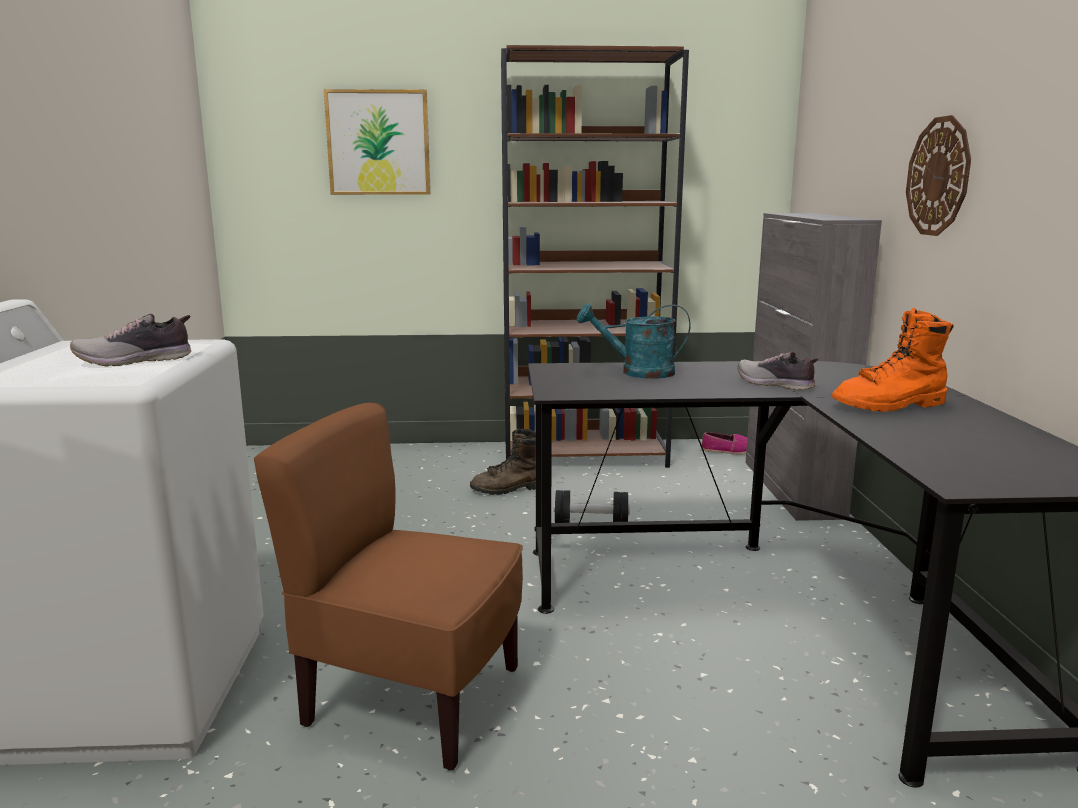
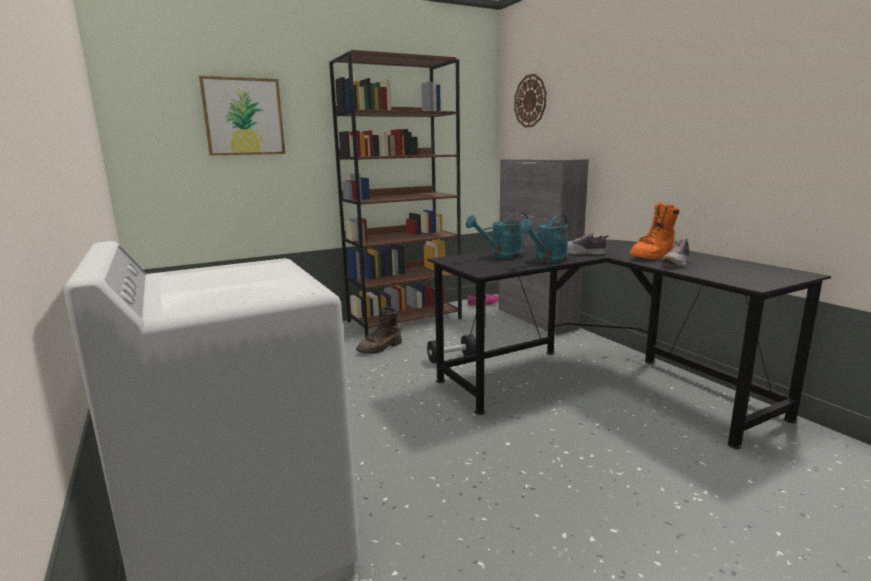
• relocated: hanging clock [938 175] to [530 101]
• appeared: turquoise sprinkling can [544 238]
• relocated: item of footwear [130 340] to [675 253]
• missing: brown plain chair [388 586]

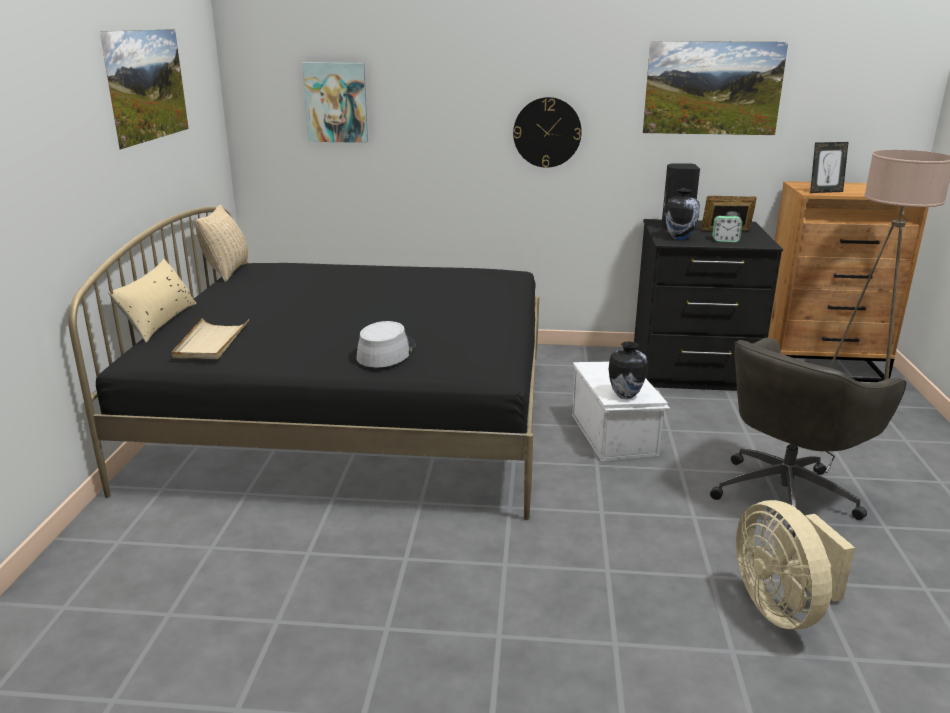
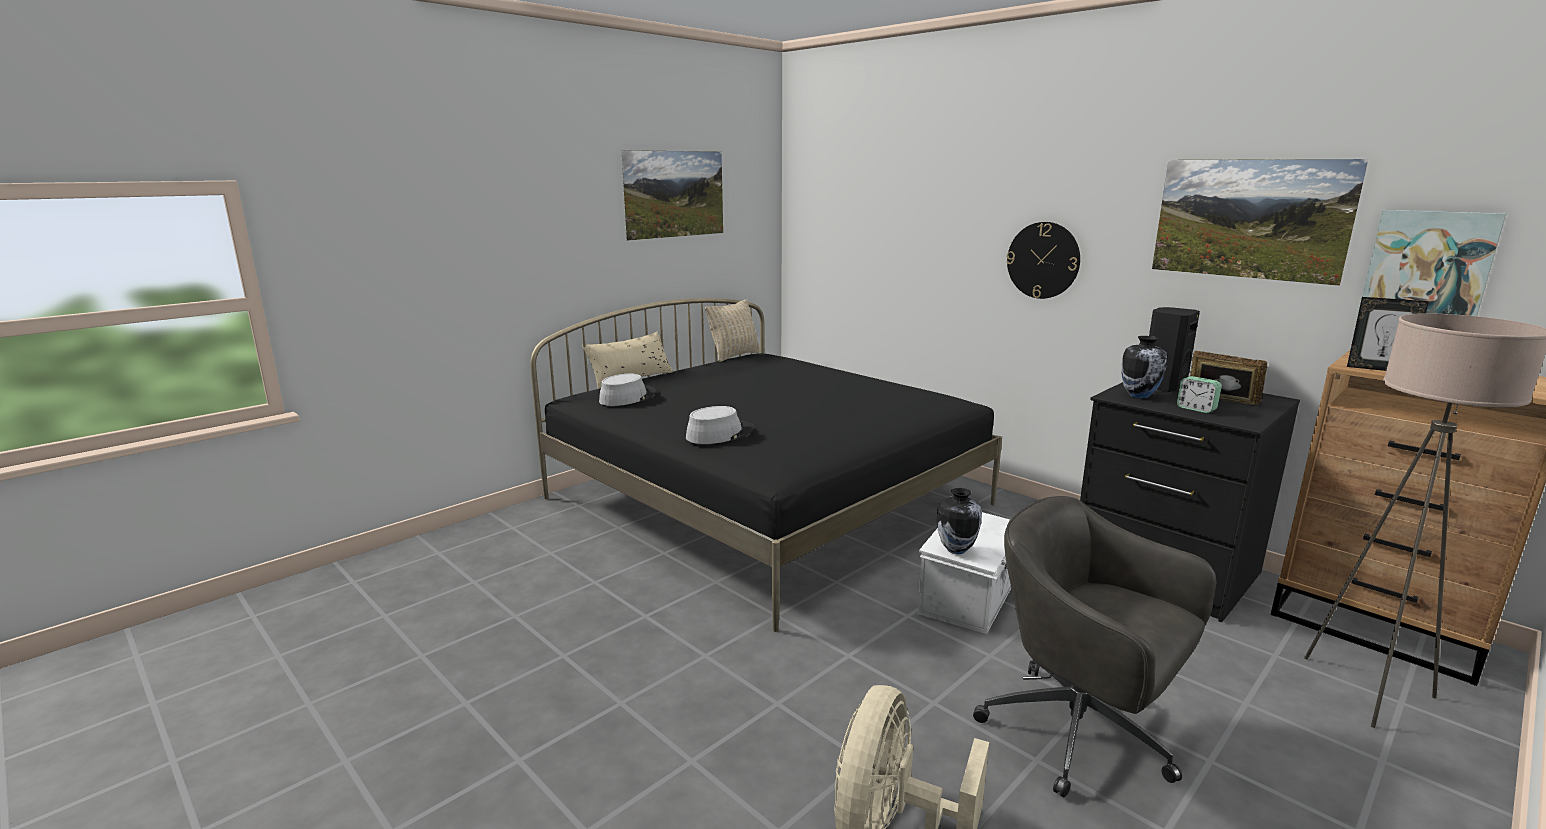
• exchanged: beige carrying tray [210 338] to greyish hat [627 390]
• spun: greyish office chair [808 438] = [1094 647] 45 degrees clockwise
• relocated: wall art [335 102] to [1431 265]

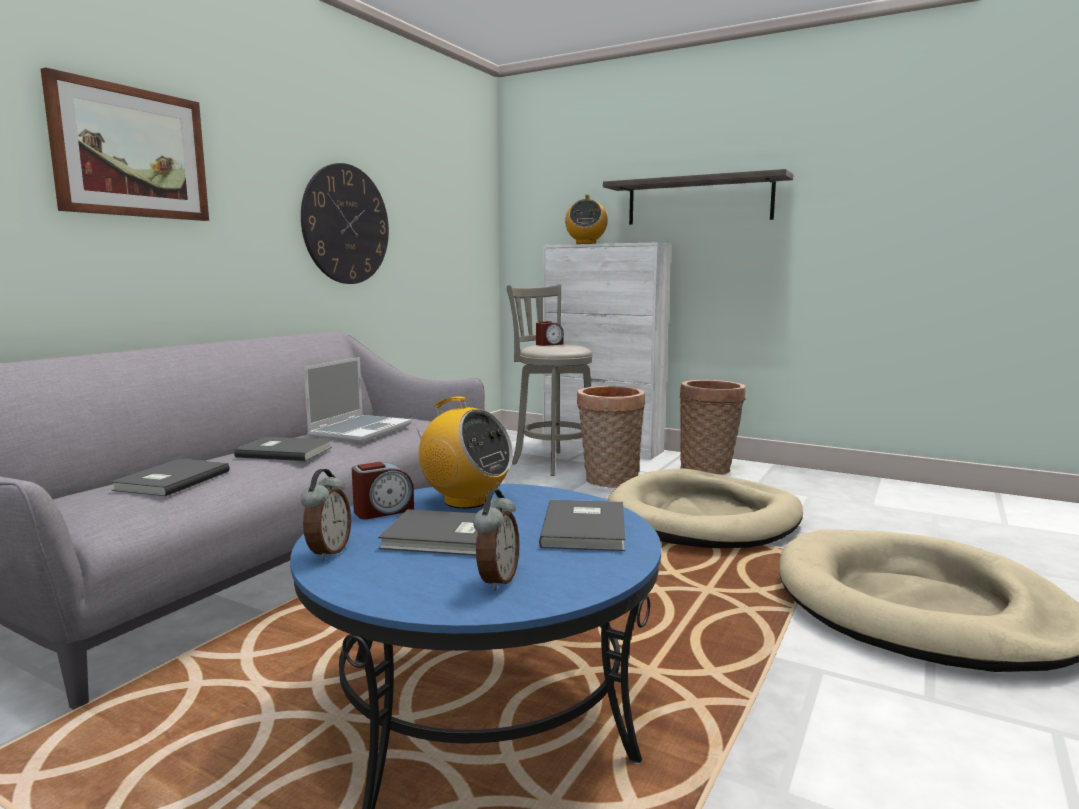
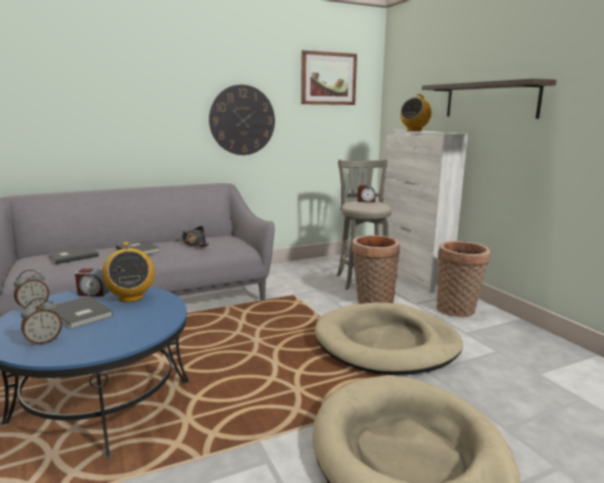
• exchanged: portable computer [357 399] to blackish hat [195 236]
• relocated: wall art [125 144] to [329 77]
• missing: greyish volume [582 525]

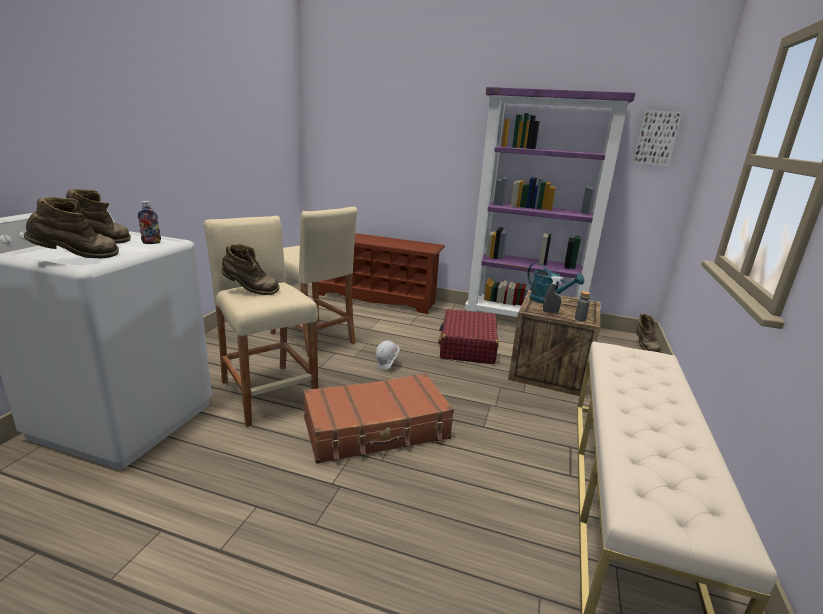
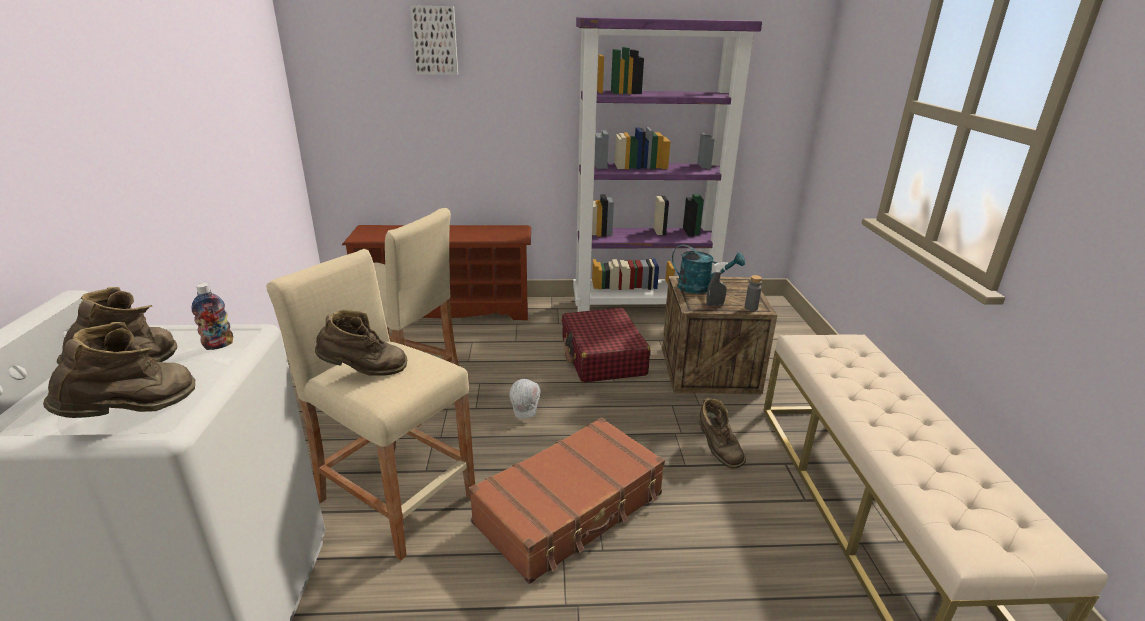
• relocated: wall art [657 138] to [434 40]
• relocated: brown boot [649 333] to [722 433]

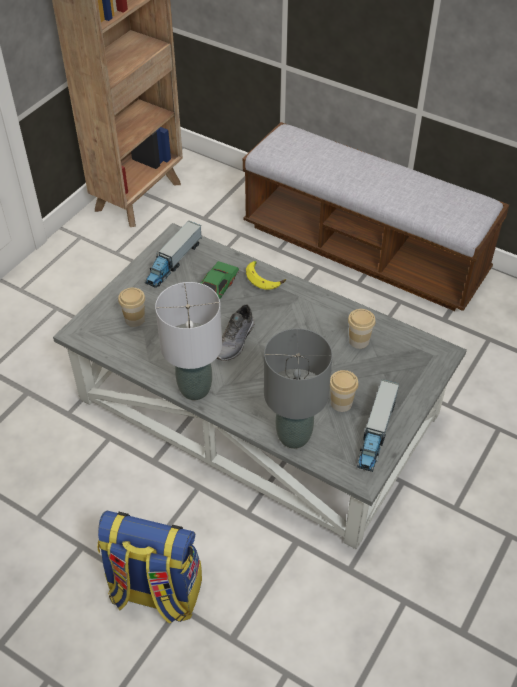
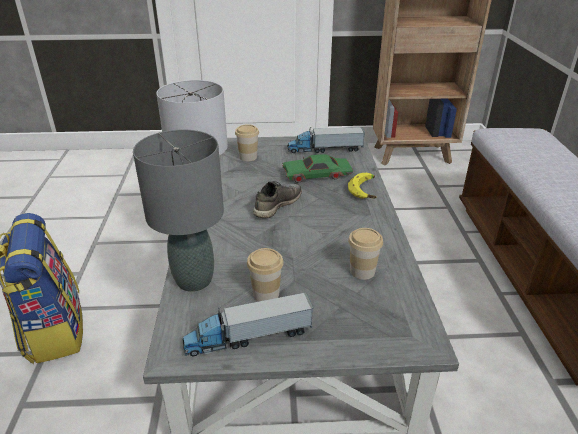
• spun: greyish item of footwear [235 332] = [277 199] 135 degrees clockwise

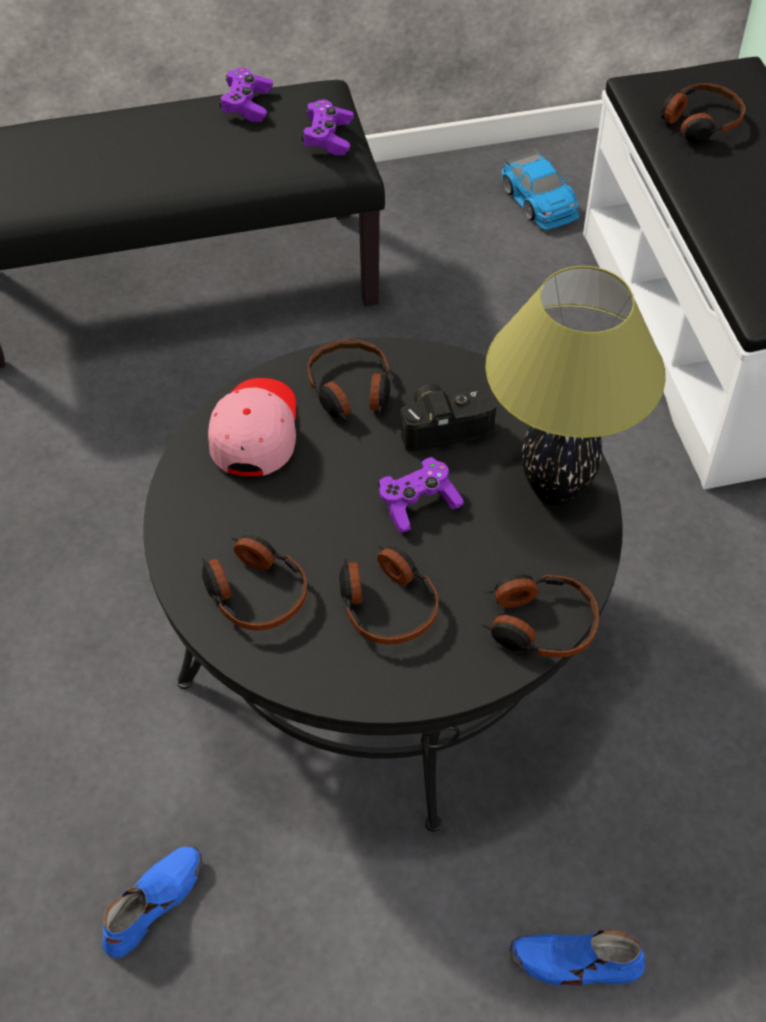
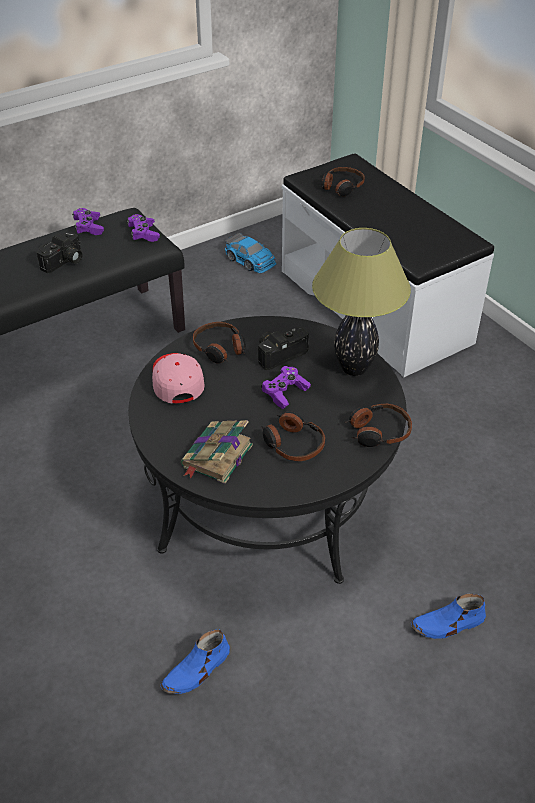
• appeared: photo camera [59 252]
• spun: blue item of footwear [152 902] = [195 662] 150 degrees counterclockwise
• exchanged: headset [254 583] to volume [217 452]

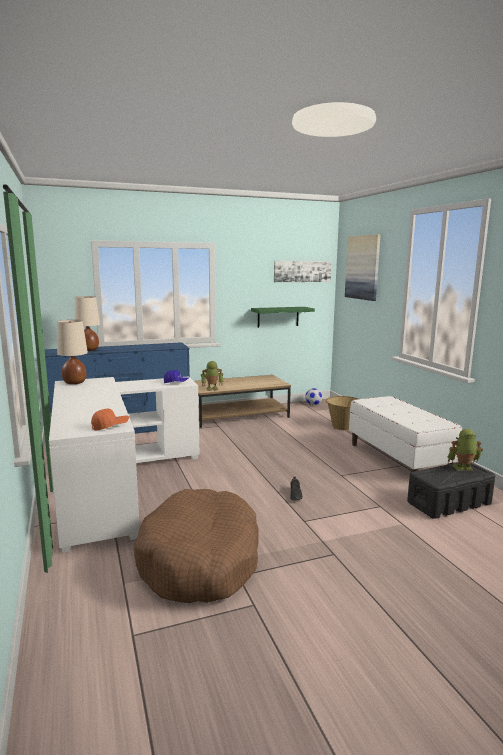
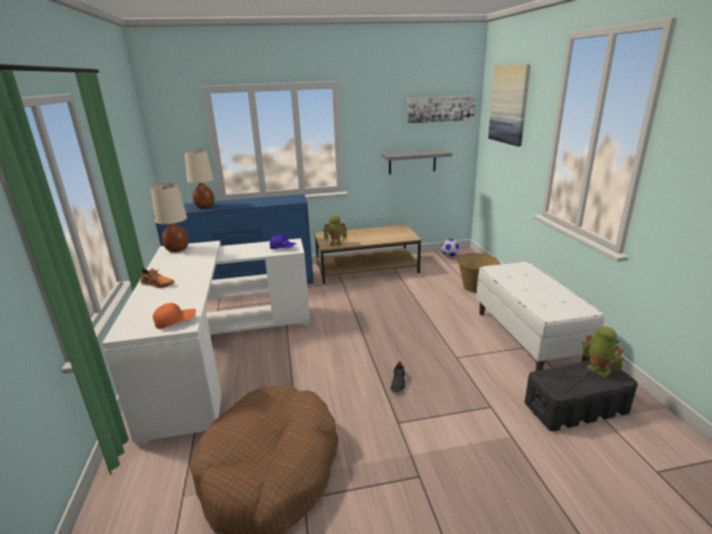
• appeared: orangey item of footwear [158 278]
• colour: green bracket shelf [283 317] to greyish bracket shelf [416 161]
• spun: model robot [465 449] = [603 352] 45 degrees clockwise

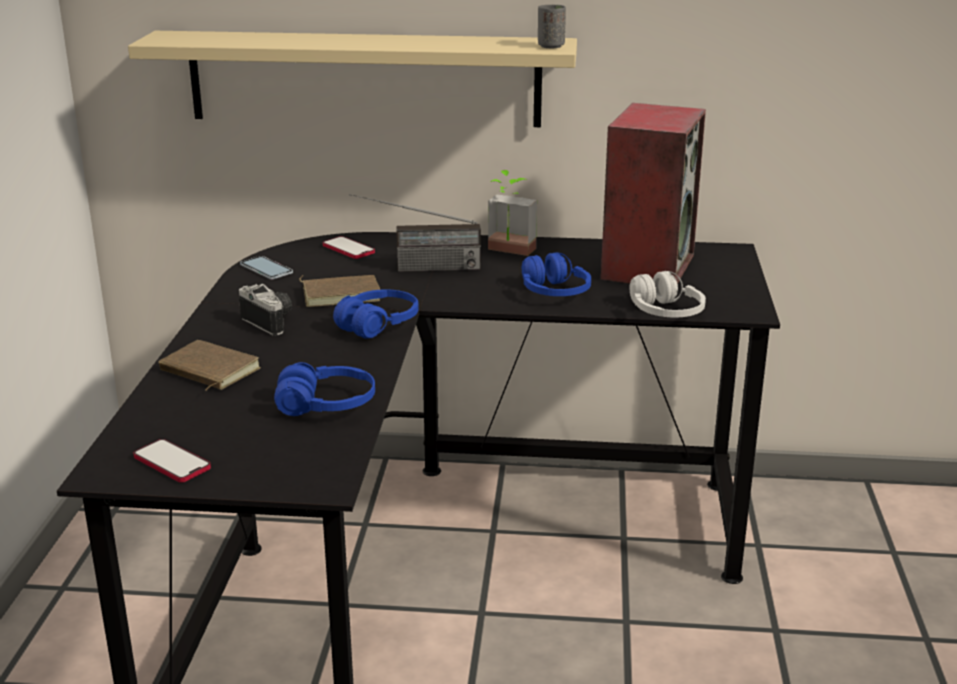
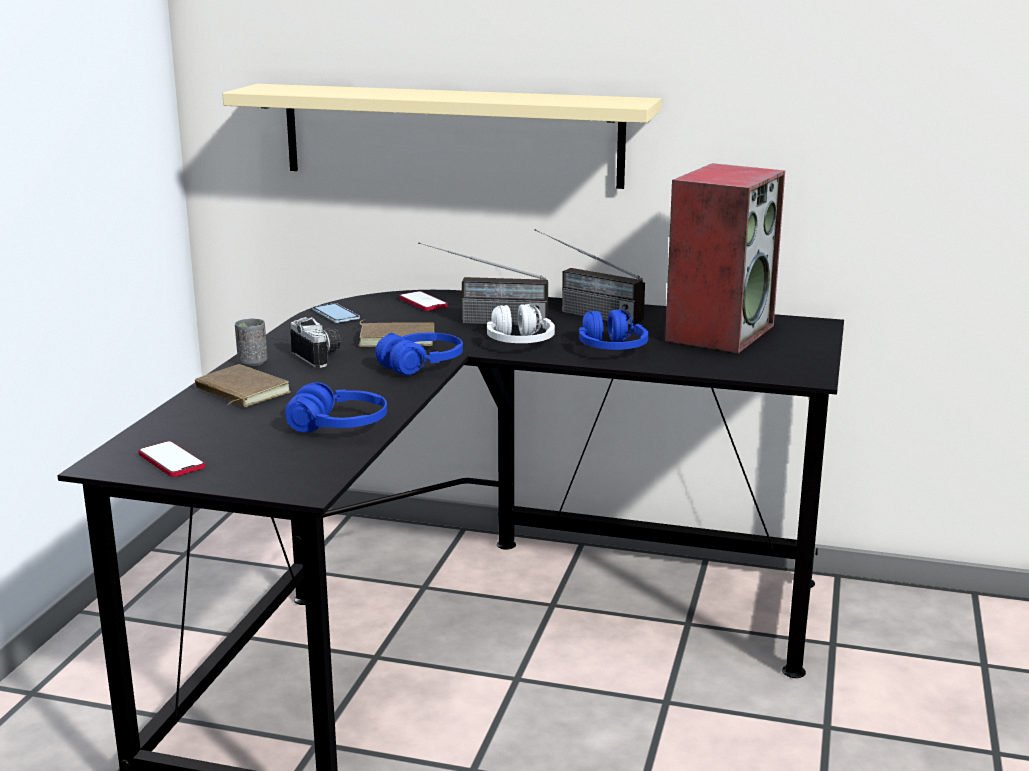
• relocated: greyish small cup [552 26] to [251 342]
• relocated: white-coloured headset [668 294] to [521 323]
• exchanged: houseplant [512 213] to radio receiver [589 277]

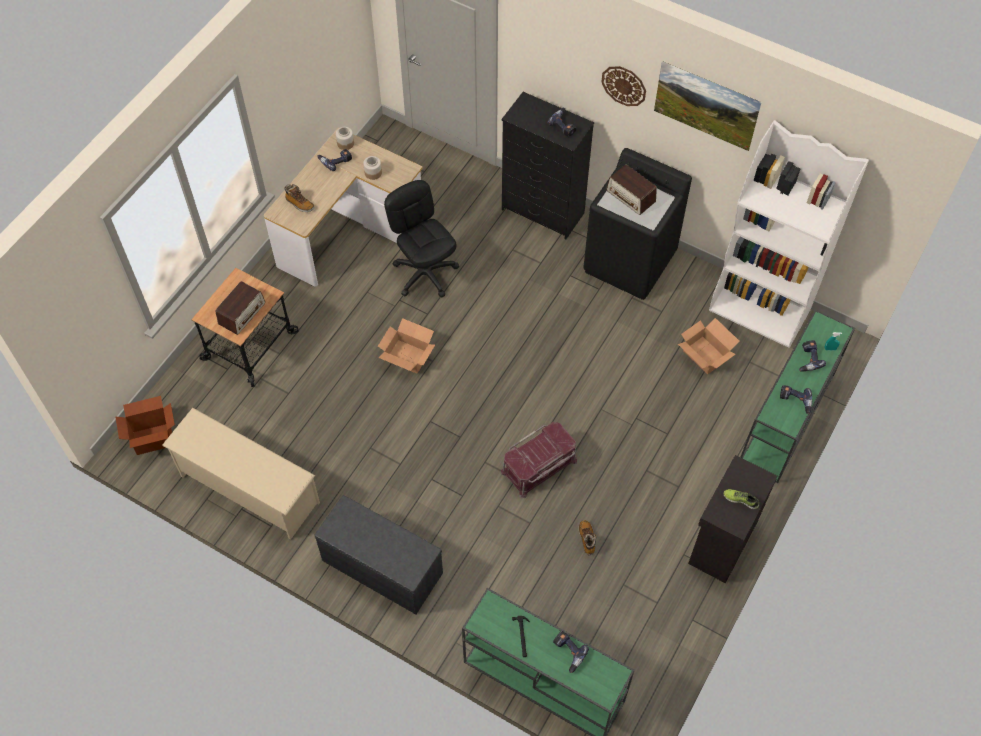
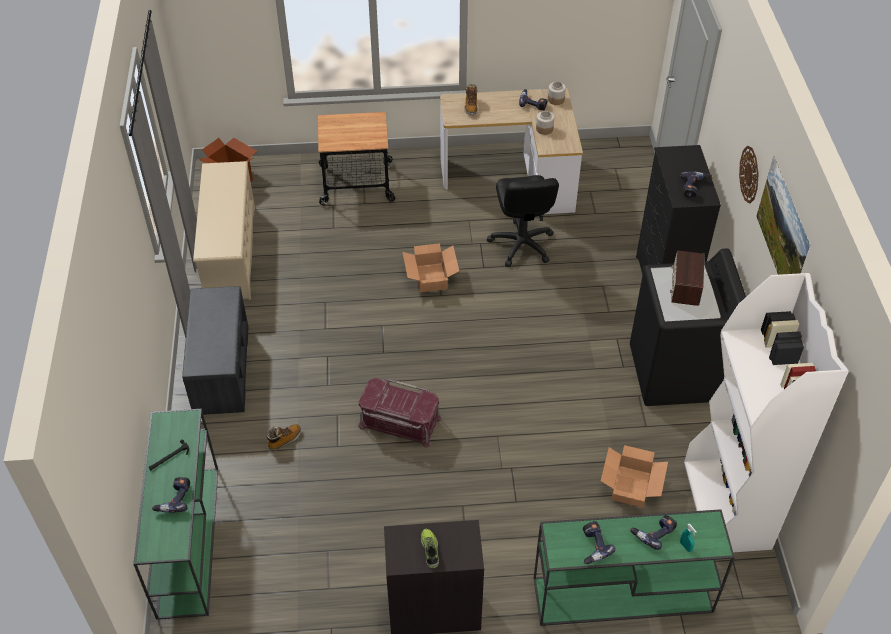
• relocated: boot [587 538] to [284 437]
• spun: blackish office chair [421 239] = [523 221] 150 degrees clockwise
• missing: radio receiver [240 308]

